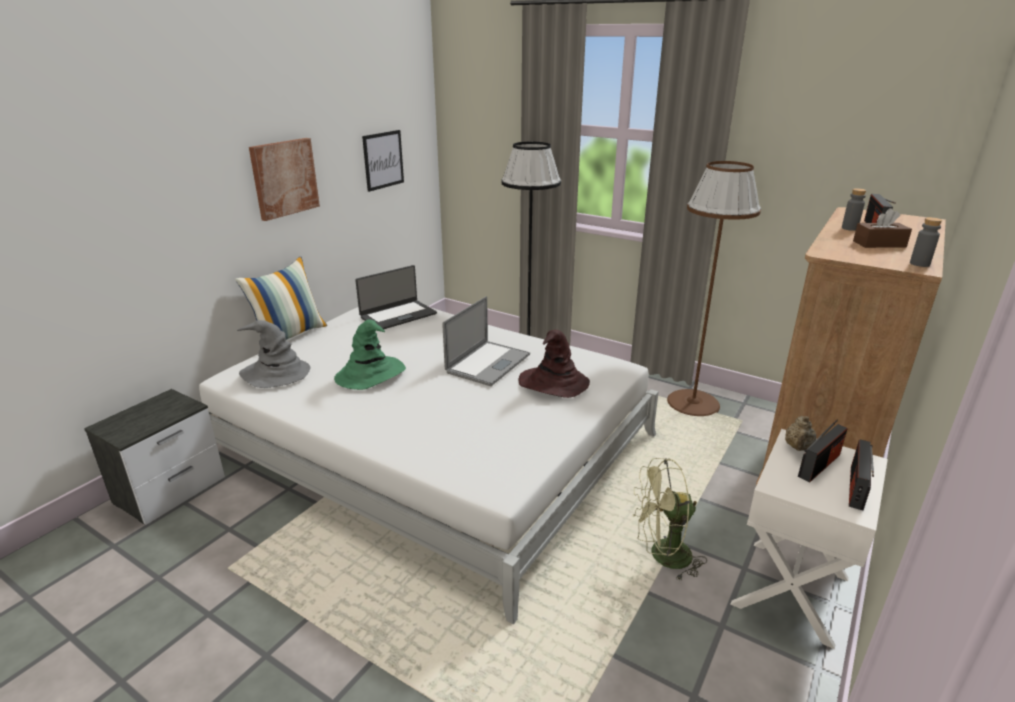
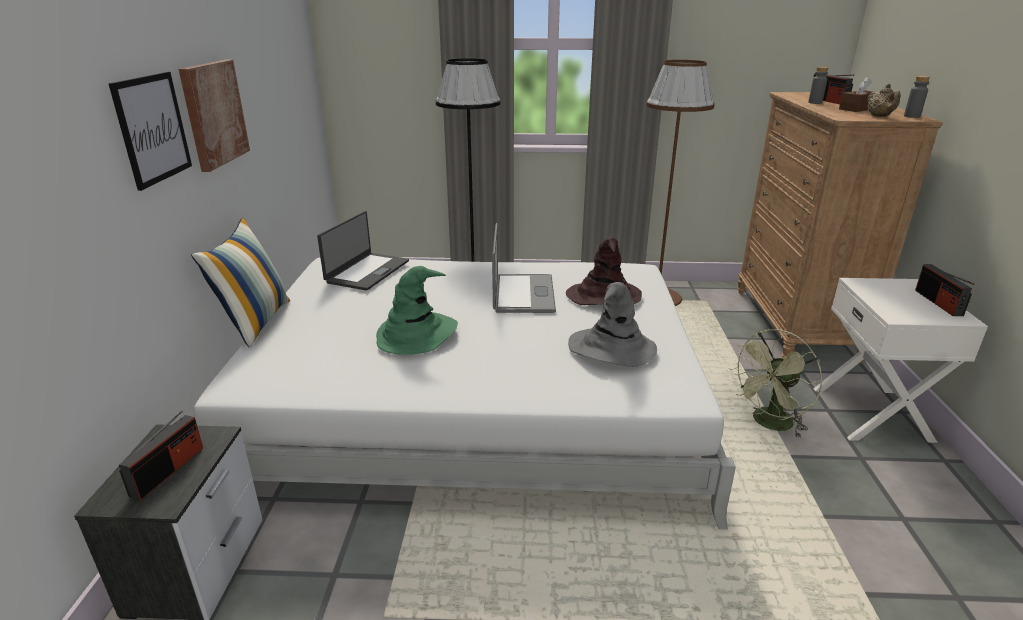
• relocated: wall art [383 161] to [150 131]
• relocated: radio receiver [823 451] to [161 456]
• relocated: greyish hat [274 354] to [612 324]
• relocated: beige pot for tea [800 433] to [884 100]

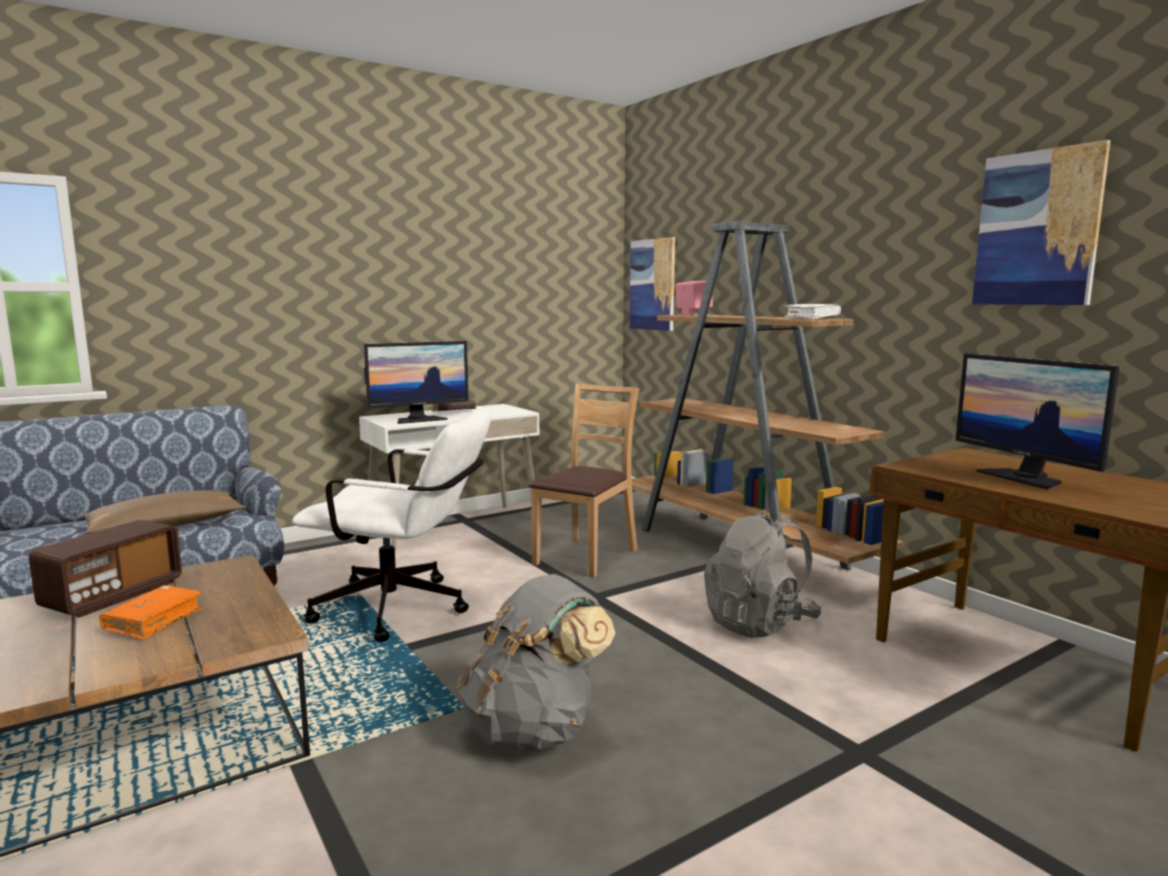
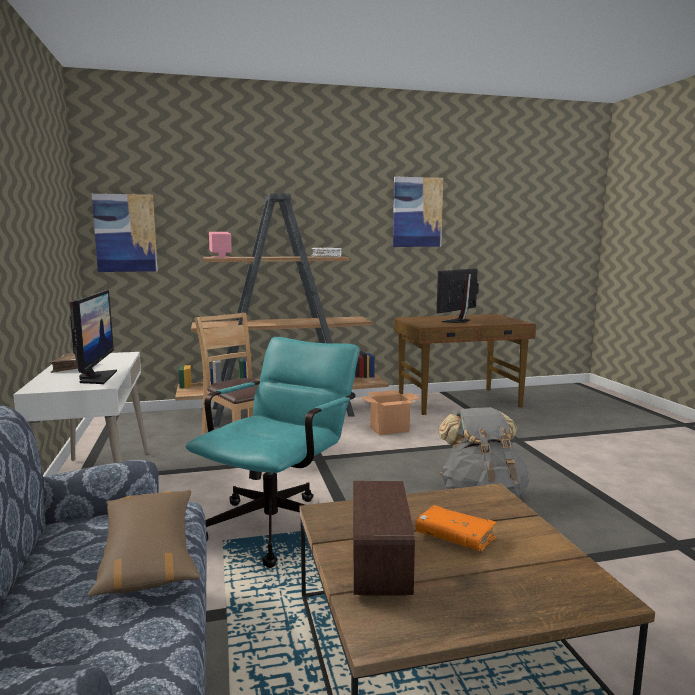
• colour: white-coloured office chair [392 525] to turquoise office chair [272 452]
• spun: radio receiver [105 569] = [384 538] 45 degrees clockwise
• exchanged: greyish rucksack [762 574] to cardboard box [391 412]
• spun: monitor [1037 421] = [458 295] 135 degrees clockwise

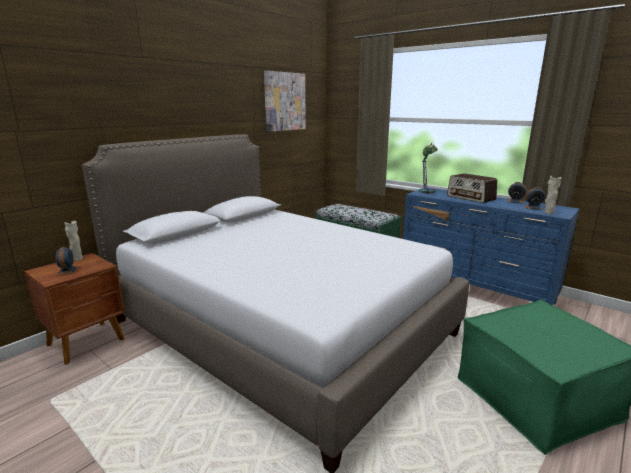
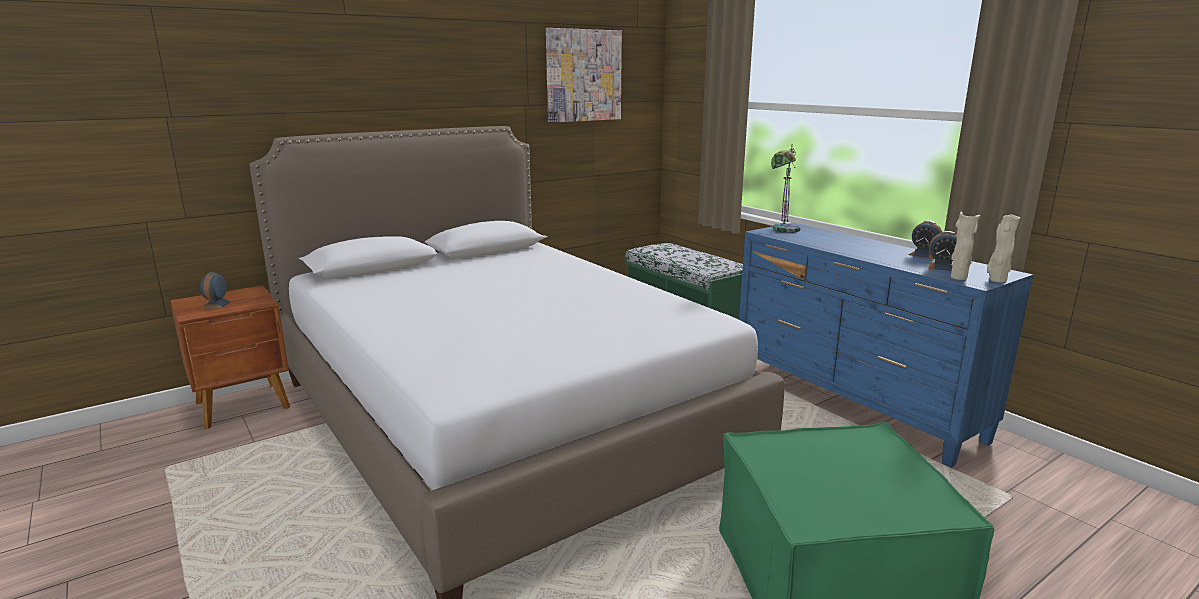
• relocated: beige flower vase [73 241] to [1003 248]
• missing: radio receiver [472 188]

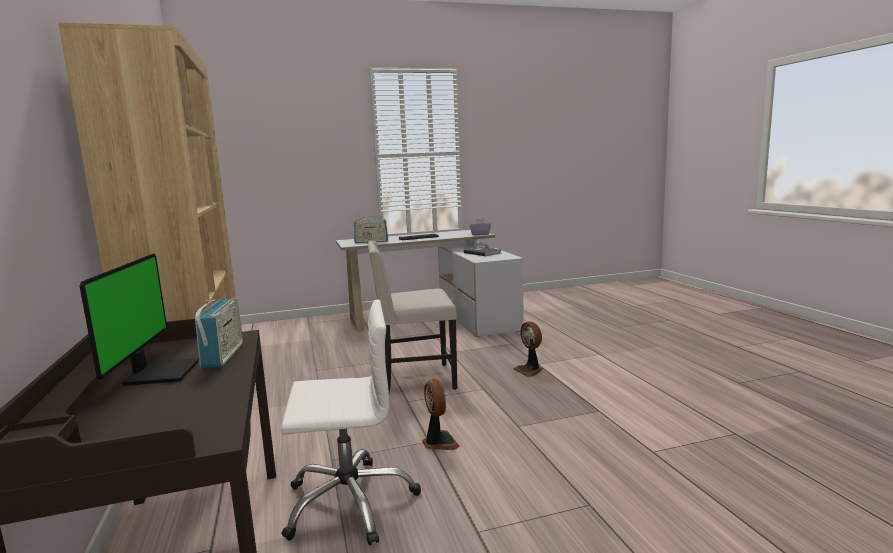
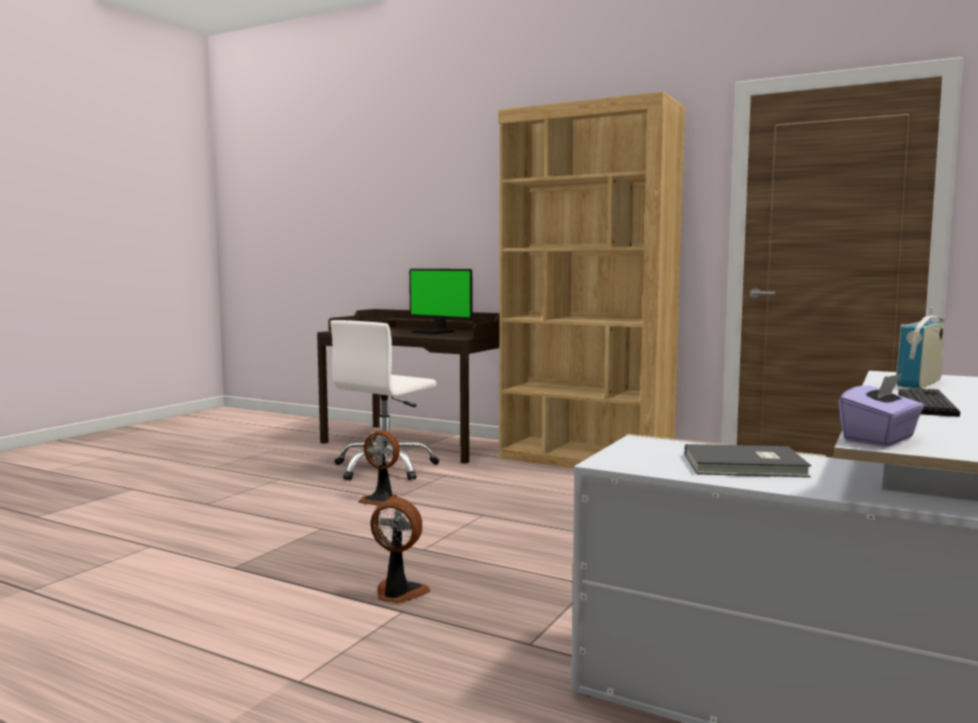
• missing: radio receiver [219 334]
• missing: beige plain chair [412 317]

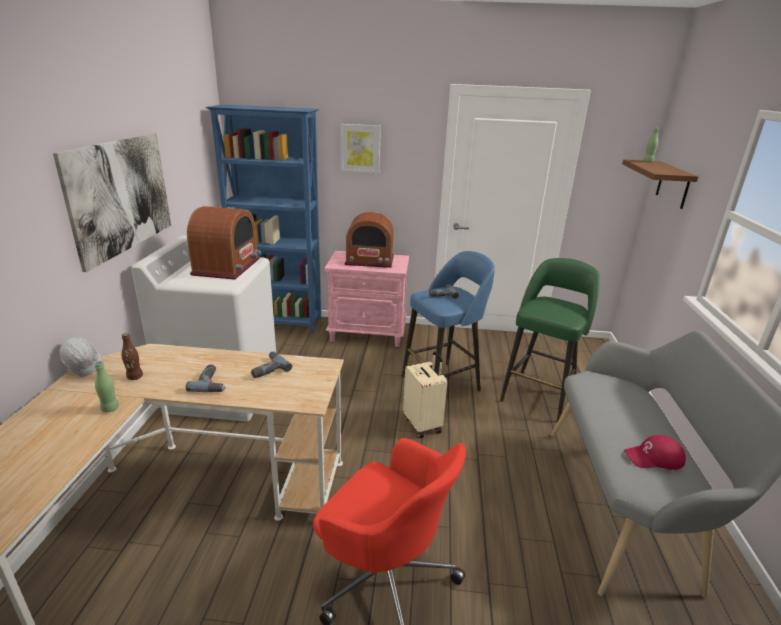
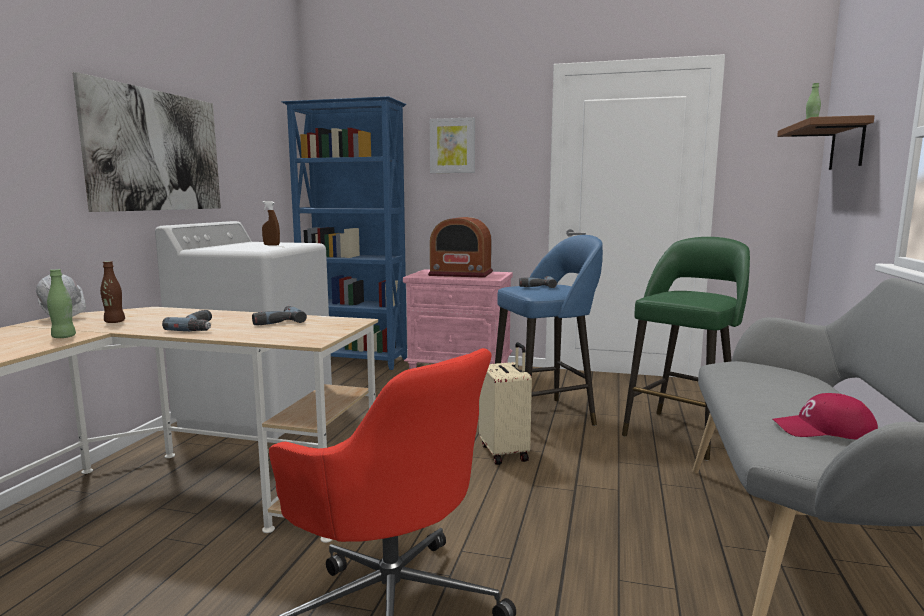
• exchanged: radio receiver [224 243] to brown sprayer [271 223]

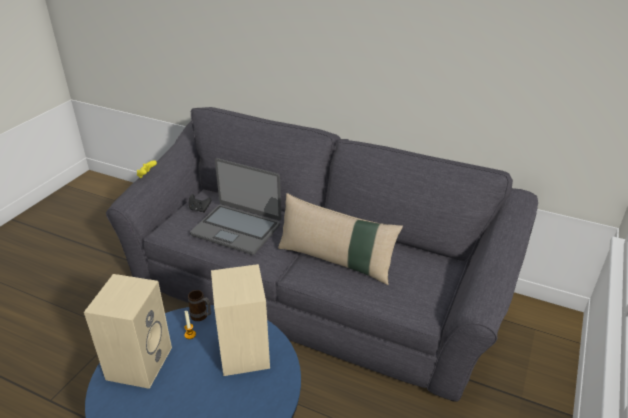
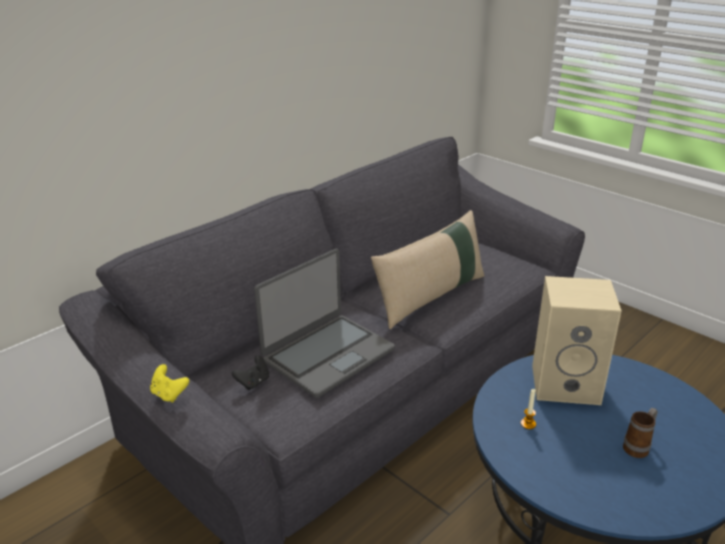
• relocated: tea mug [199 305] to [640 433]
• missing: beige speaker [128 331]

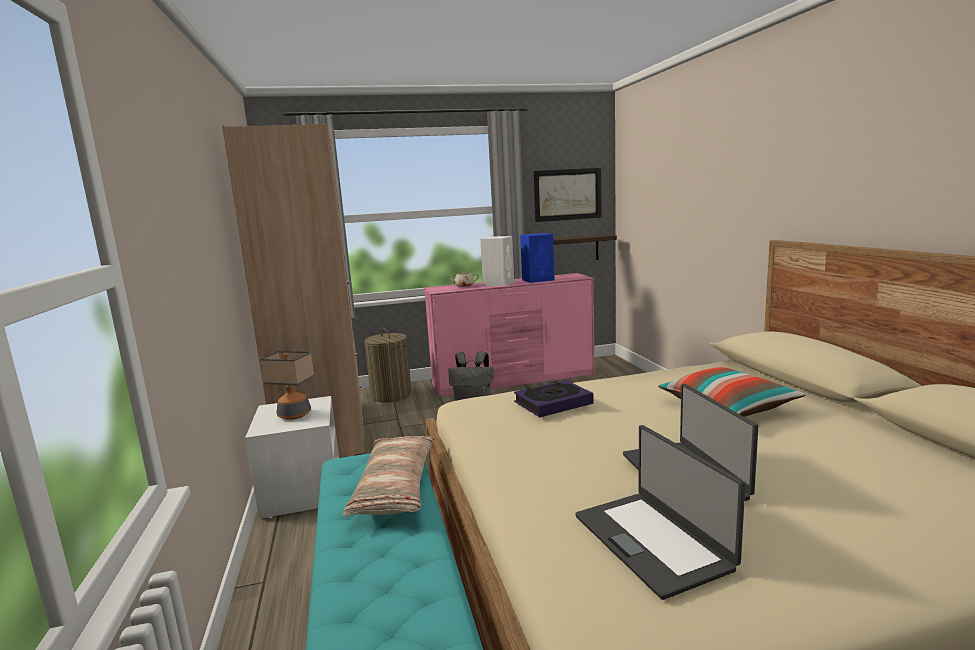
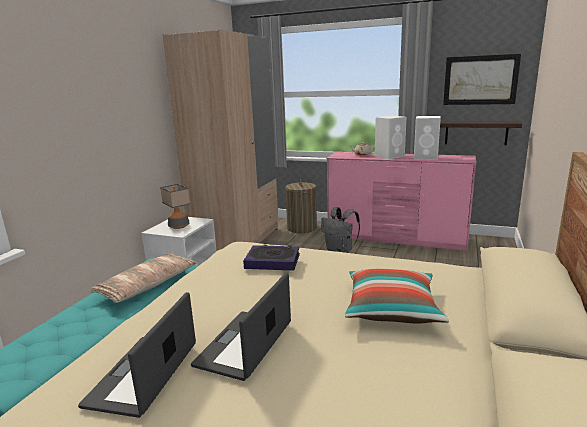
• colour: blue speaker [537 258] to white-coloured speaker [427 138]

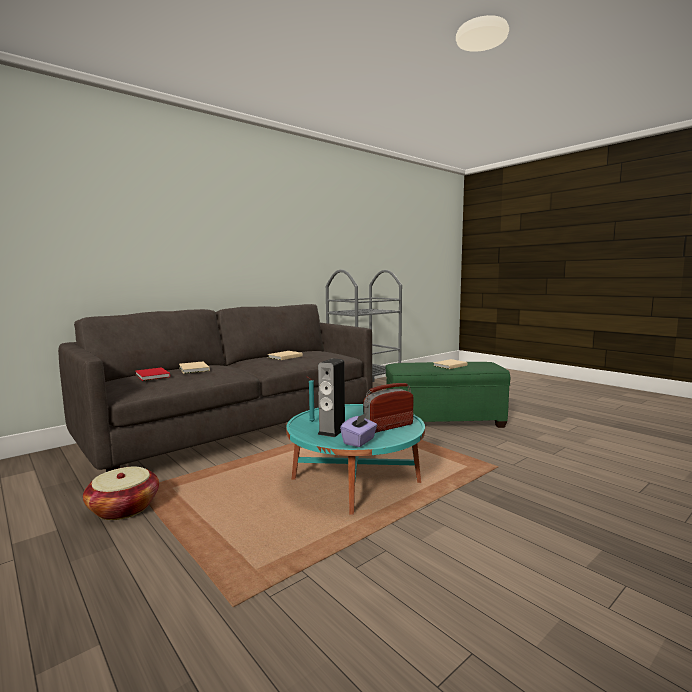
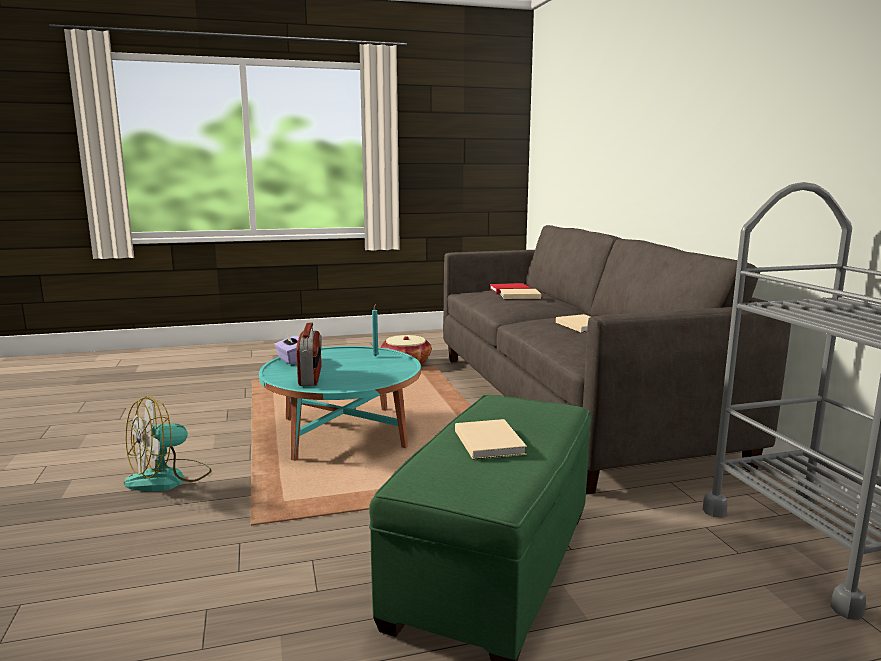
• appeared: cooling fan [168 443]
• missing: speaker [331 397]

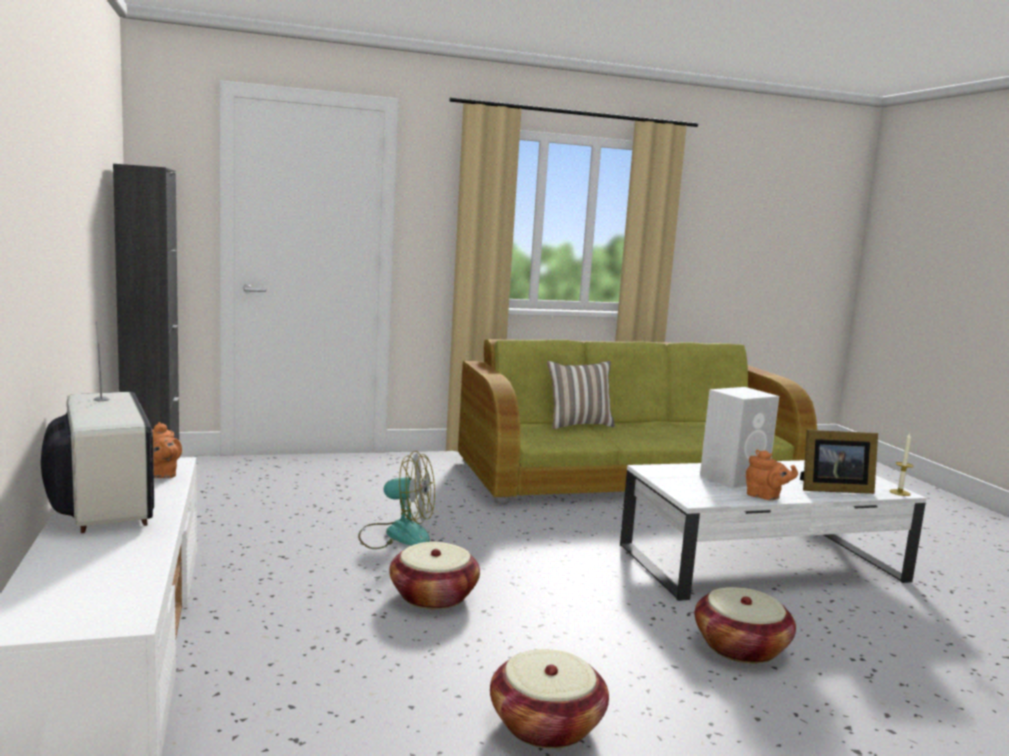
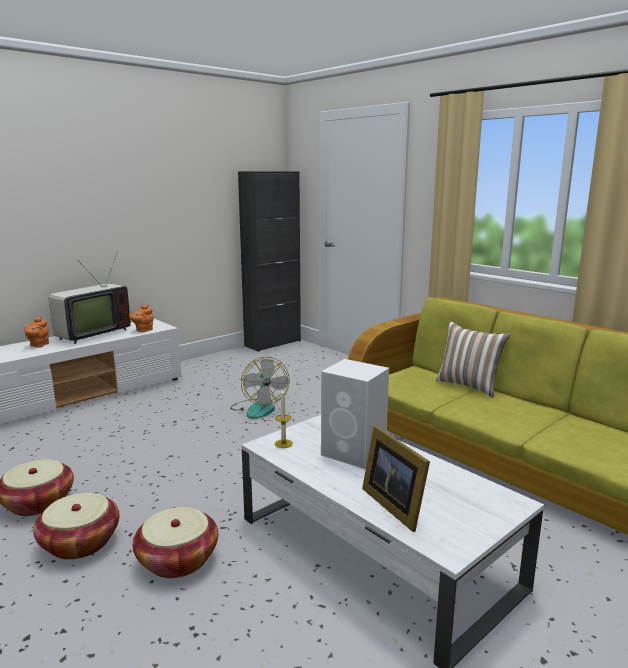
• relocated: orangey pot for tea [772 475] to [36 332]
• relocated: basket [434 576] to [76 526]
• relocated: candle [901 464] to [284 418]

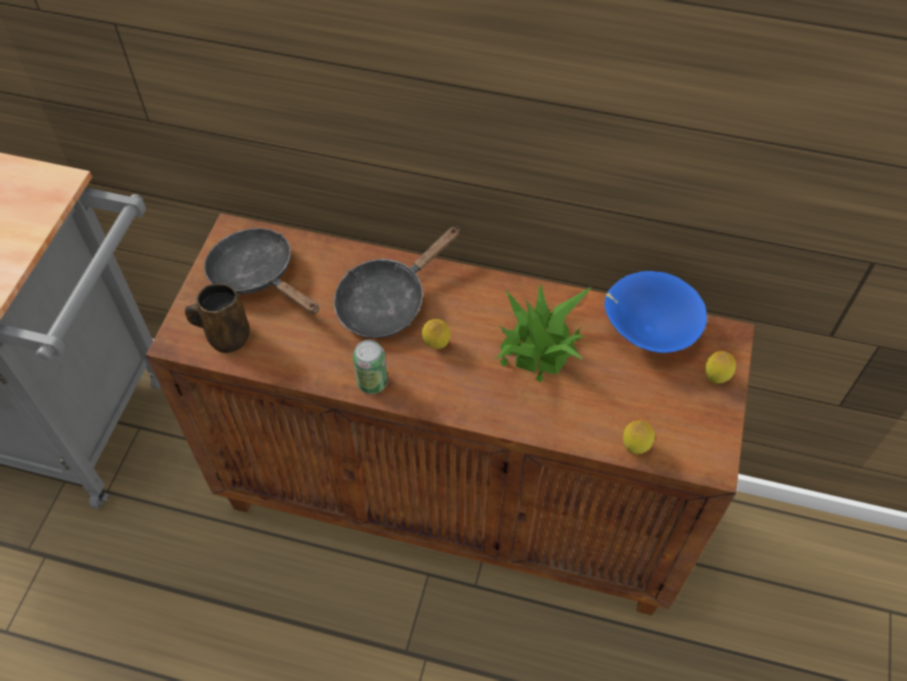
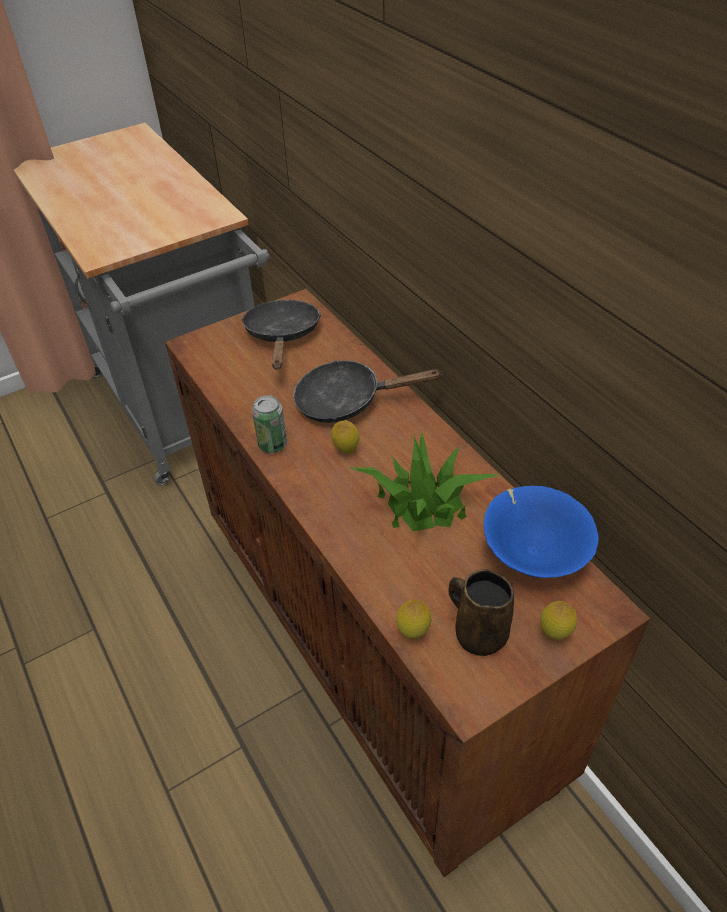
• relocated: brown tea mug [217 318] to [481 612]

